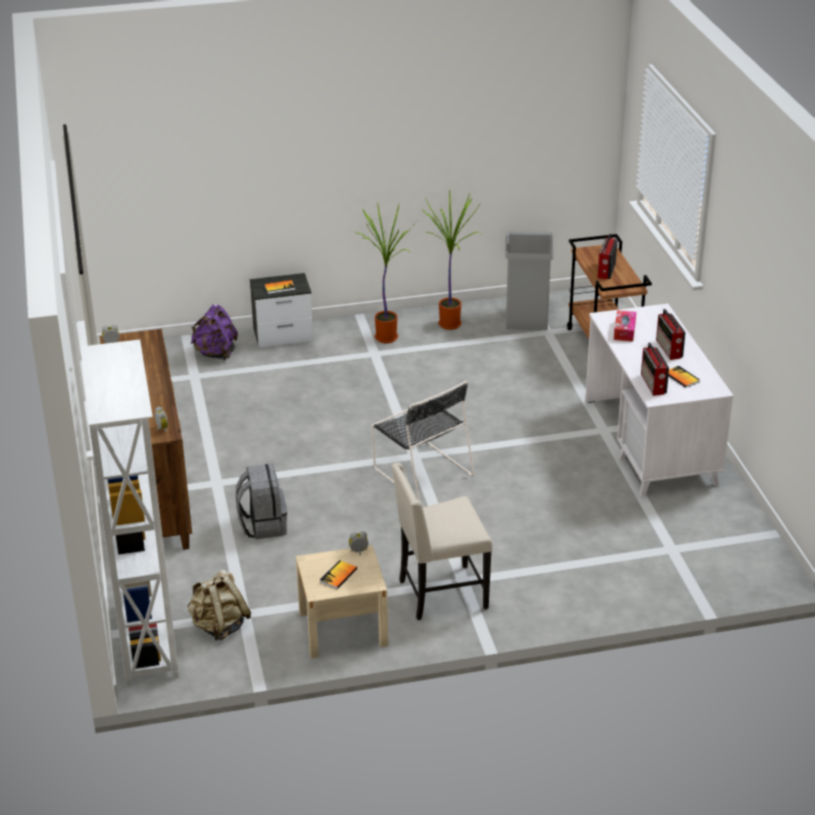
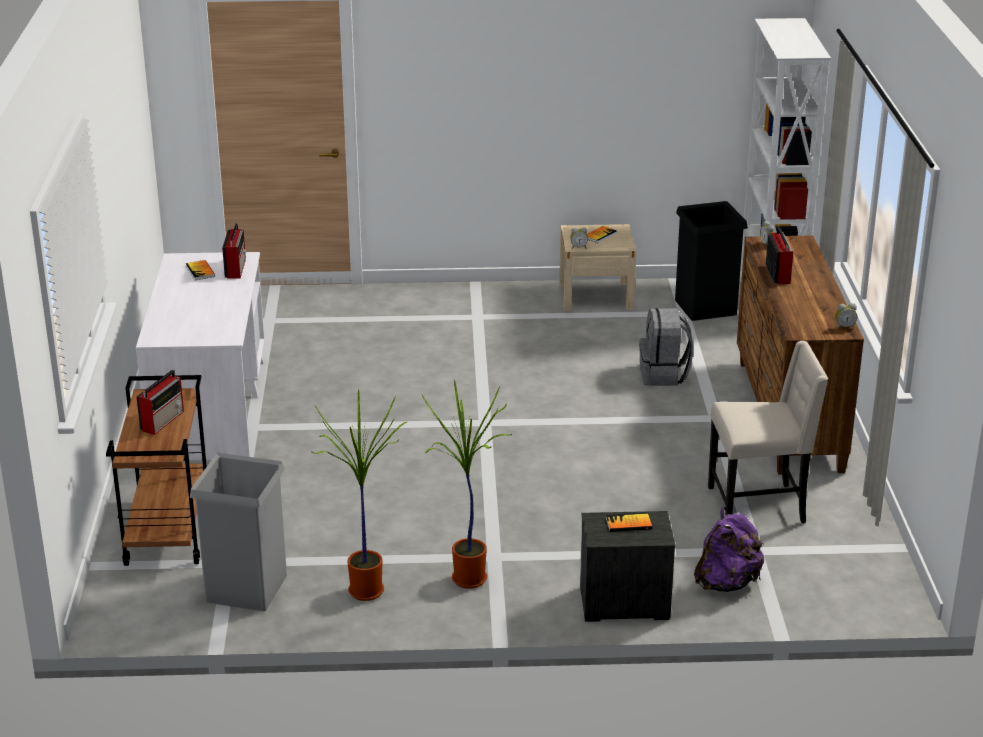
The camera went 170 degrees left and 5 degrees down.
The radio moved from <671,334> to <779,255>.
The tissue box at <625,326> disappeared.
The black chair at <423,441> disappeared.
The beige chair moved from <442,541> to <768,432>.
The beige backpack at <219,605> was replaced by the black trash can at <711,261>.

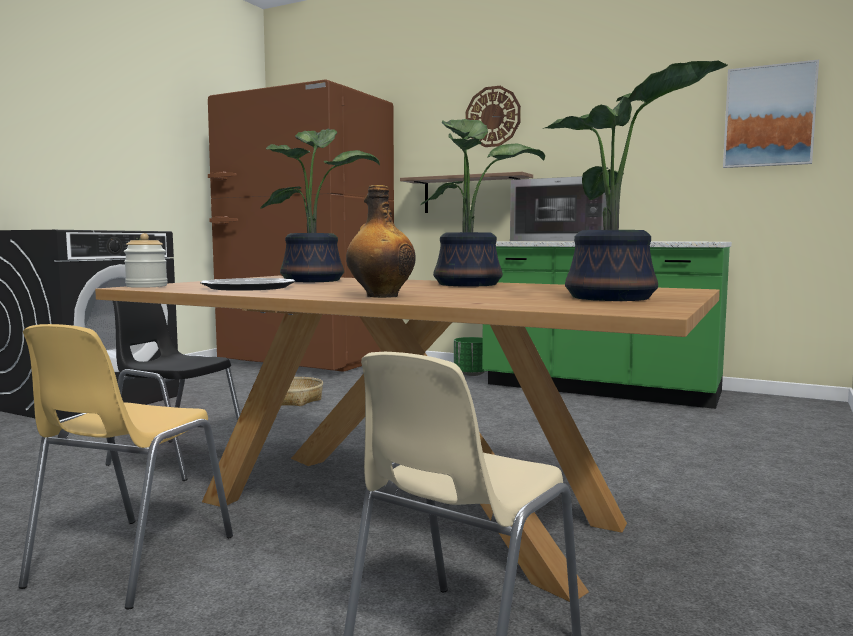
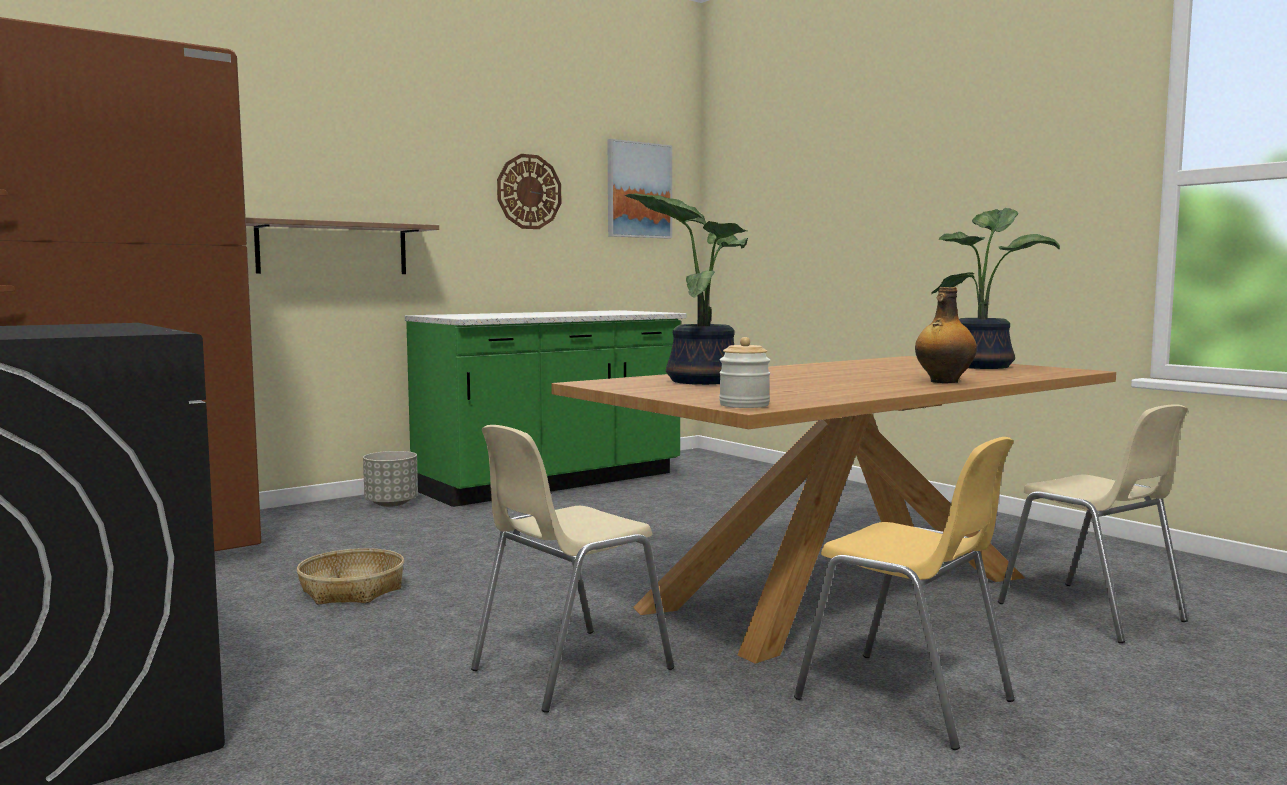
The camera went 65 degrees left and 0 degrees up.
The wall clock moved from <493,116> to <529,191>.
The potted plant at <482,203> disappeared.
The microwave at <558,208> disappeared.
The plate at <248,284> disappeared.
The black chair at <173,391> became the beige chair at <572,569>.
The green planter at <470,356> became the grey planter at <390,479>.

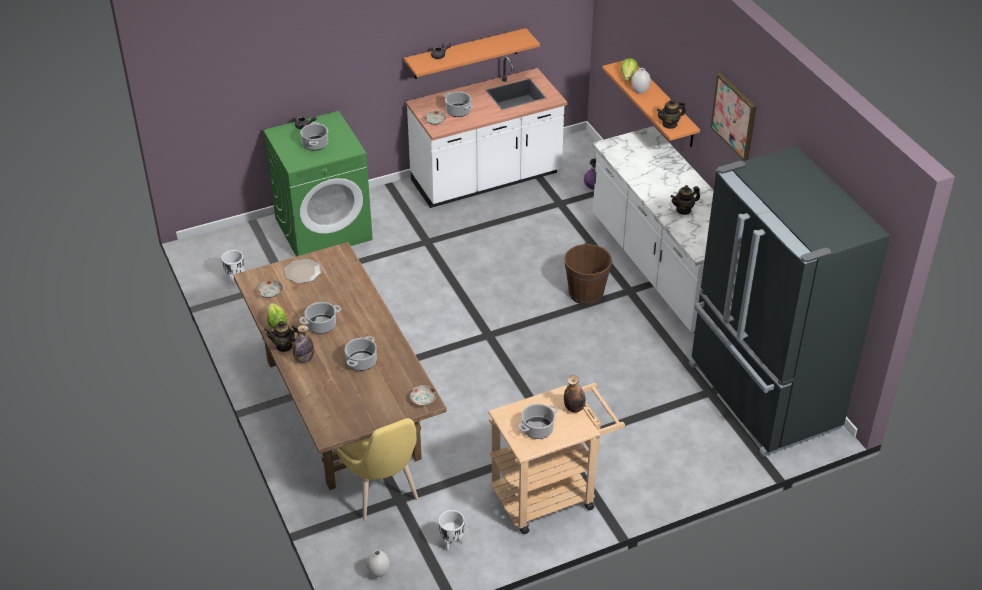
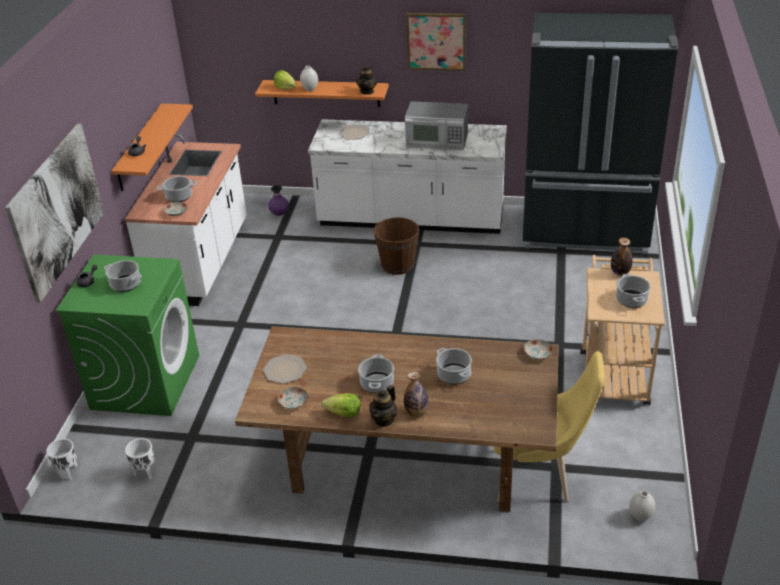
The camera went 55 degrees left and 5 degrees down.
The teapot at <685,200> was replaced by the microwave at <436,125>.
The white planter moved from <451,530> to <62,459>.
The picture at <54,213> appeared.
The plate at <354,131> appeared.

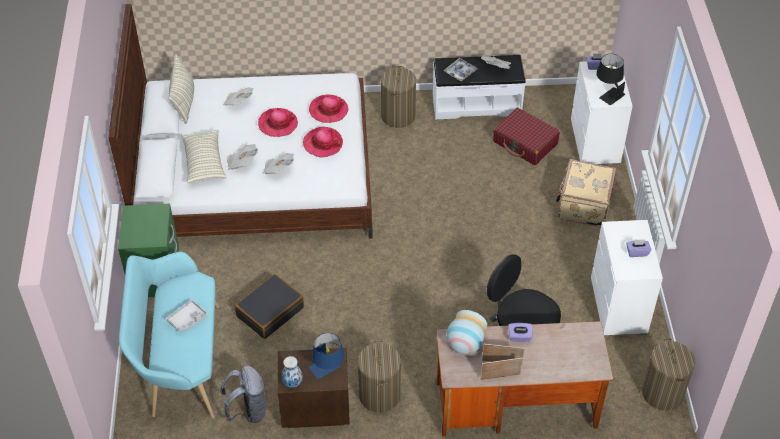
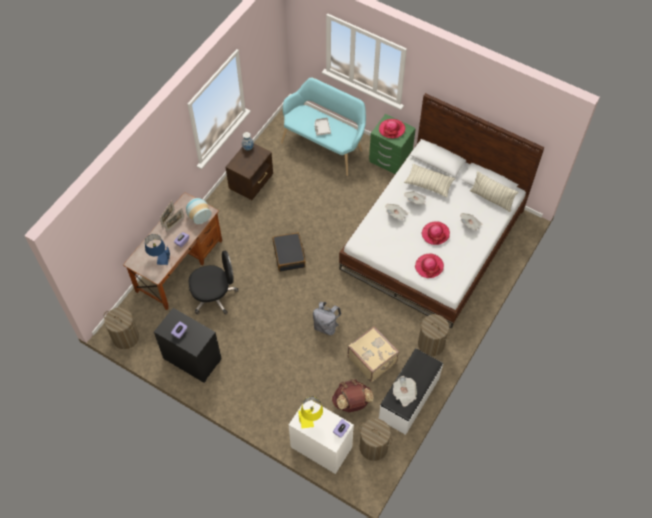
The camera went 125 degrees right and 10 degrees up.
The black table lamp at <610,79> became the yellow table lamp at <310,412>.
The tray at <461,70> disappeared.
The red suitcase at <526,136> was replaced by the brown backpack at <353,395>.
The hat moved from <323,142> to <392,128>.
The beige suitcase moved from <586,193> to <373,354>.
The white dresser at <627,278> became the black dresser at <188,345>.
The black suitcase moved from <269,306> to <289,252>.
The blue table lamp moved from <326,356> to <157,249>.
The laundry basket moved from <379,376> to <375,439>.
The grey backpack moved from <244,394> to <327,318>.

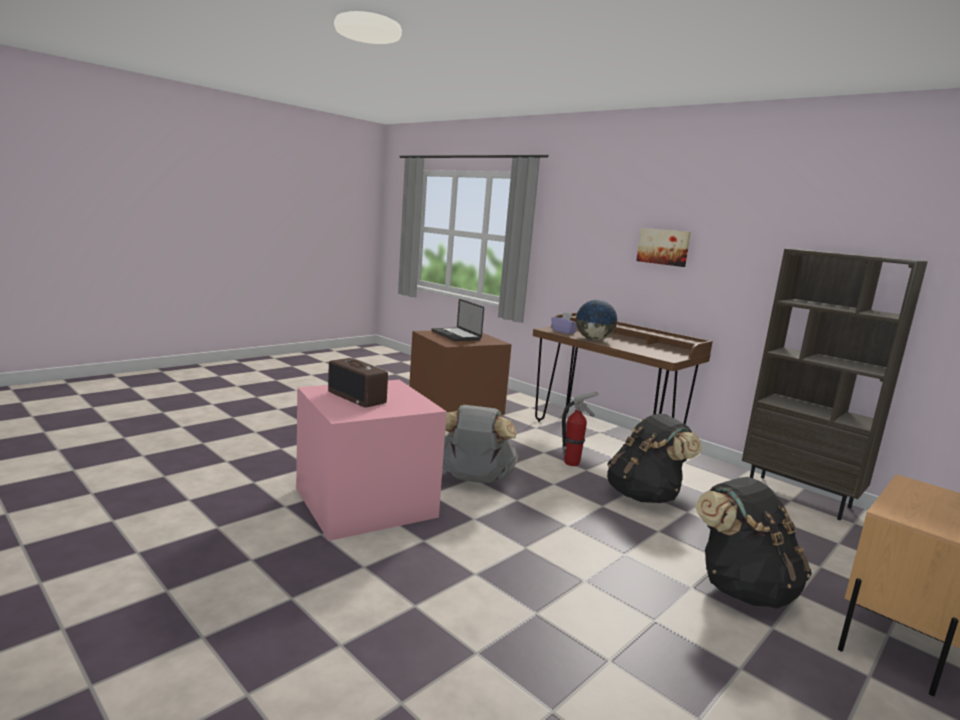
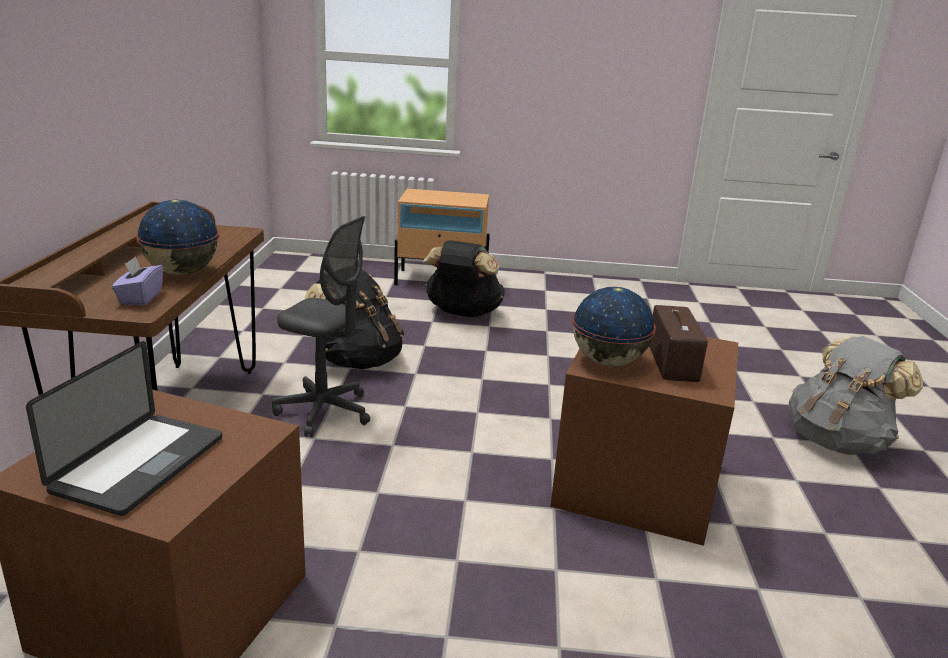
The camera went 130 degrees left and 10 degrees up.
The picture at <663,247> disappeared.
The brown bookcase at <835,384> disappeared.
The pink storage box at <371,460> became the brown storage box at <644,441>.
The fire extinguisher at <580,429> was replaced by the grey office chair at <321,326>.
The grey backpack moved from <481,444> to <856,395>.
The globe at <614,326> appeared.

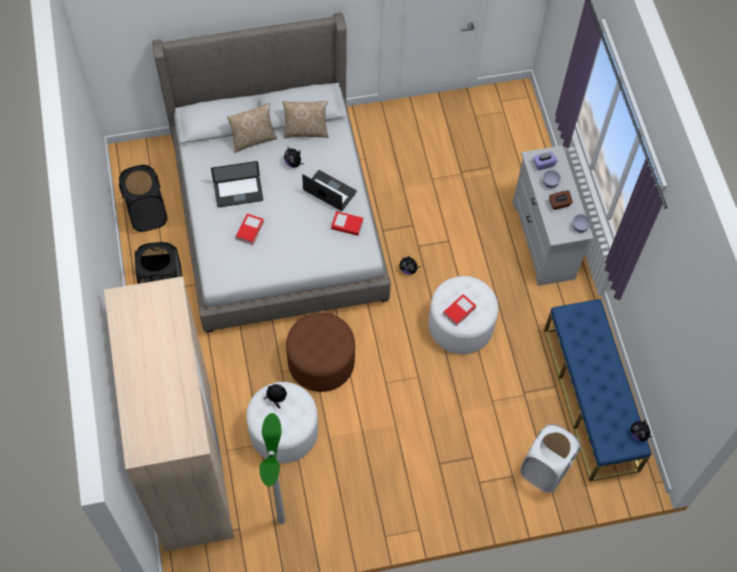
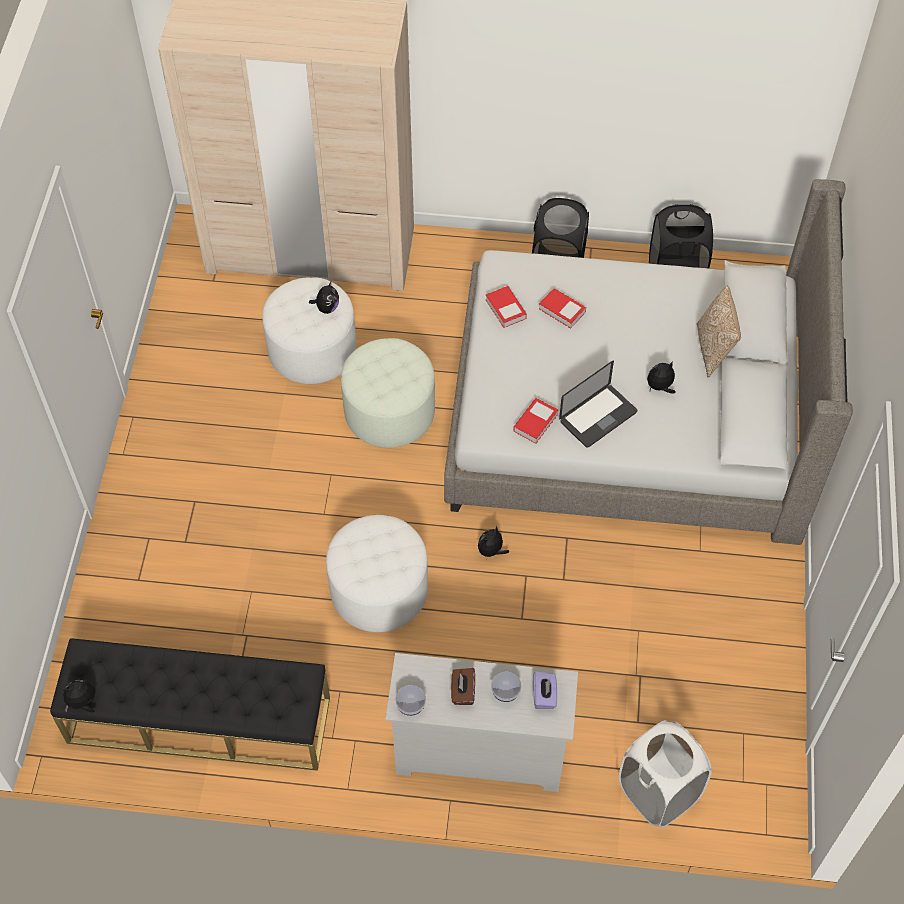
The camera went 110 degrees right and 5 degrees down.
The pillow at <306,119> disappeared.
The laptop at <237,184> disappeared.
The book moved from <459,310> to <506,307>.
The blue bench at <598,390> became the black bench at <190,704>.
The brown ottoman at <320,352> became the white ottoman at <388,393>.
The floor lamp at <272,468> disappeared.
The white laundry basket moved from <550,458> to <665,774>.

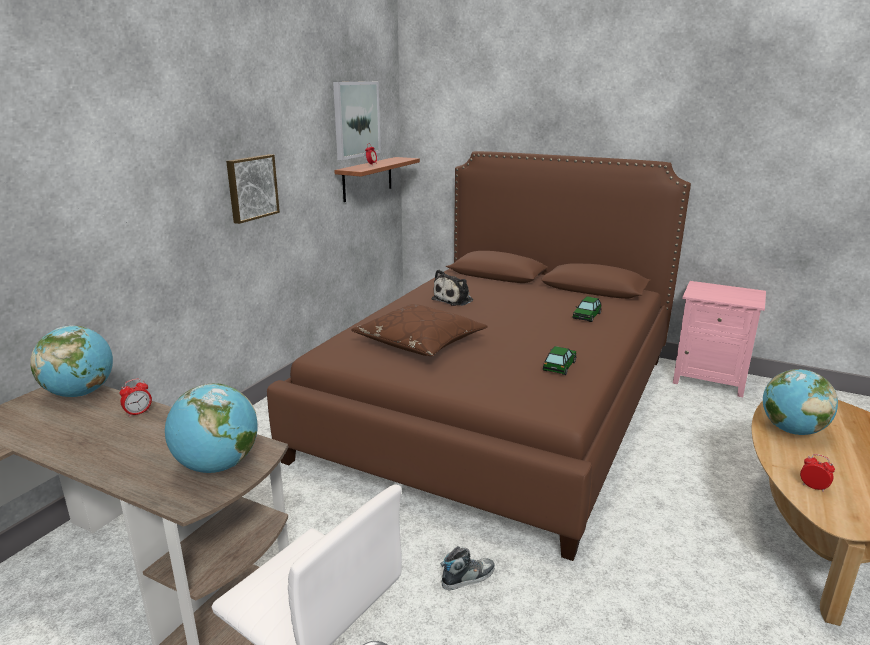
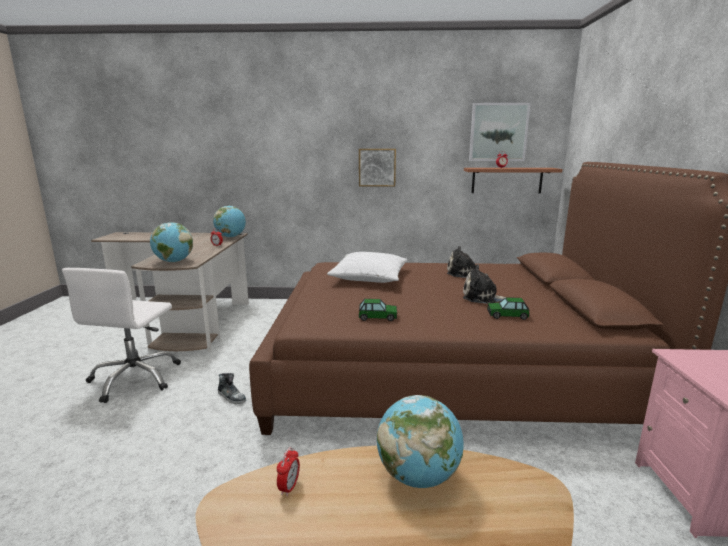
The camera went 65 degrees right and 5 degrees down.
The brown pillow at <419,330> became the white pillow at <367,267>.
The plush toy at <484,284> appeared.

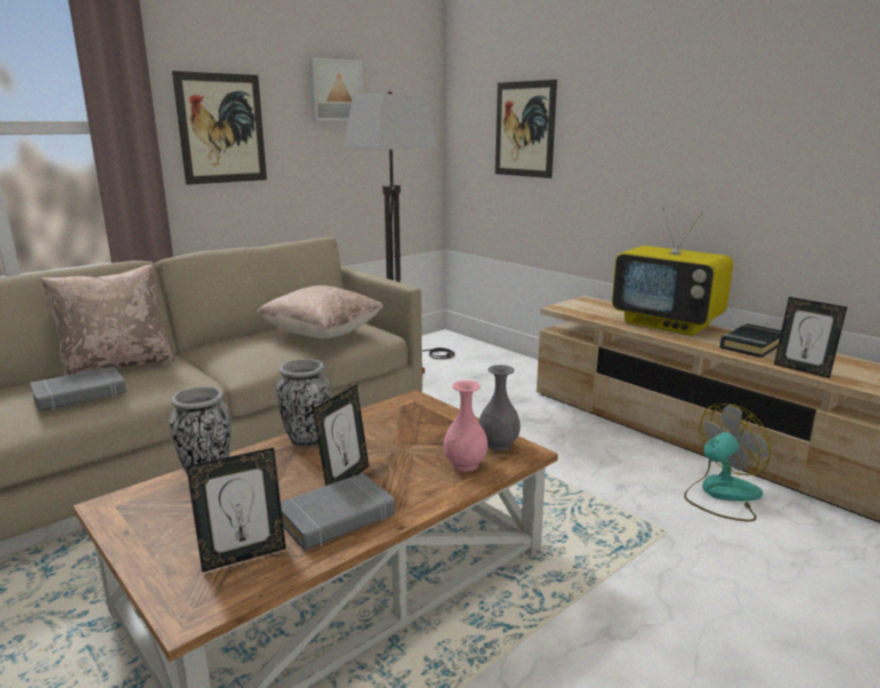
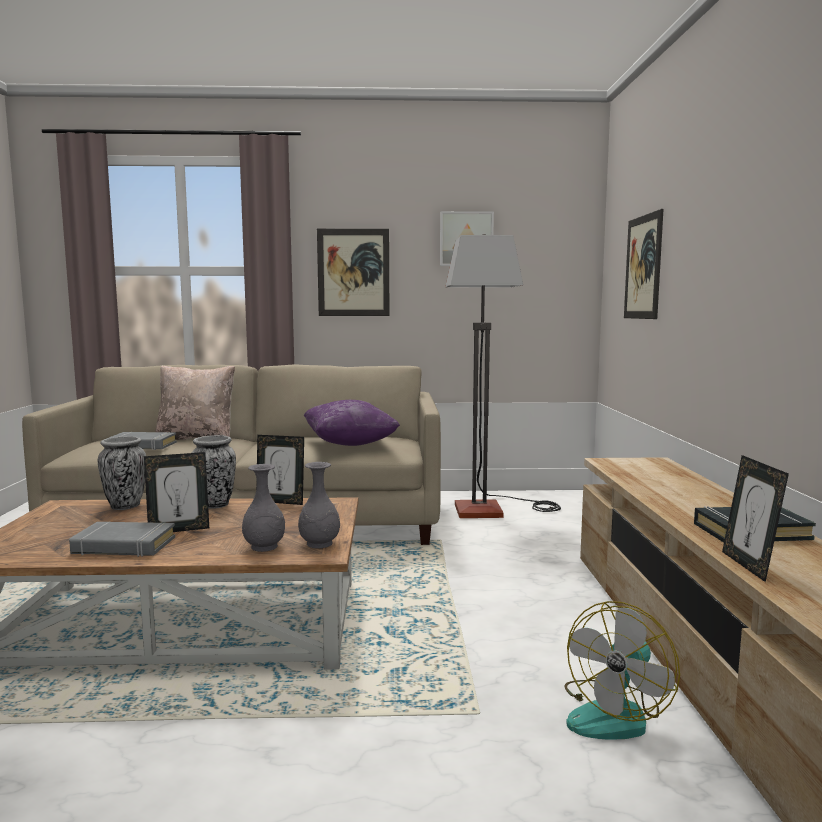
The camera went 40 degrees right and 10 degrees down.
The television at <672,271> disappeared.
The beige pillow at <320,311> became the purple pillow at <352,423>.
The pink vase at <465,425> became the grey vase at <263,508>.
The fan at <727,462> turned 120 degrees clockwise.
The picture frame moved from <236,509> to <280,470>.

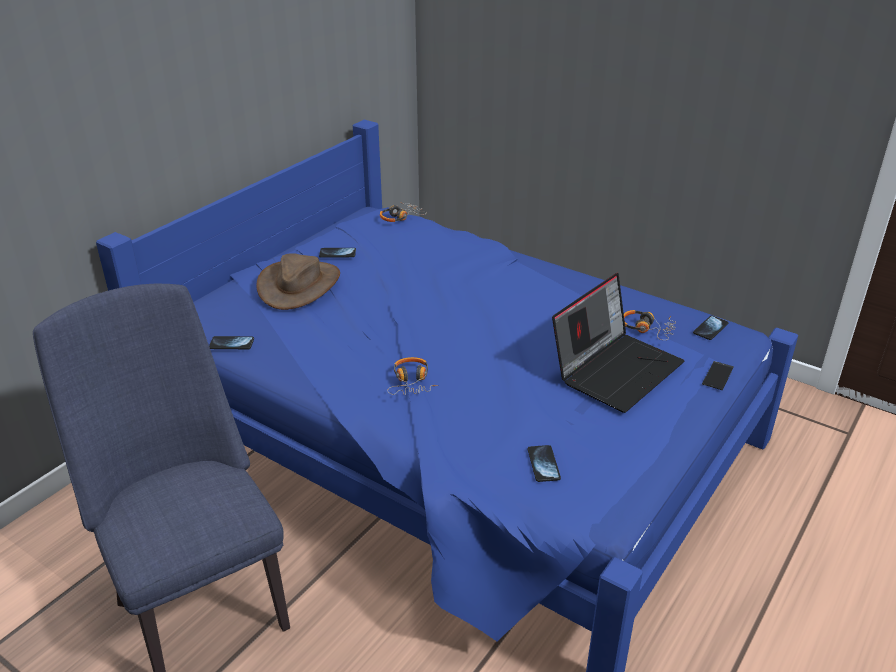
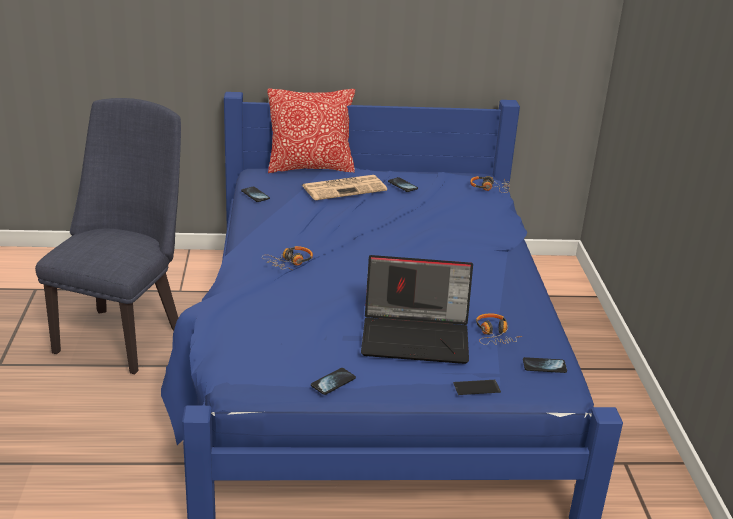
The camera went 50 degrees right and 5 degrees down.
The brown hat at <298,281> was replaced by the newspaper at <344,187>.
The phone moved from <544,463> to <333,381>.
The pillow at <311,130> appeared.

